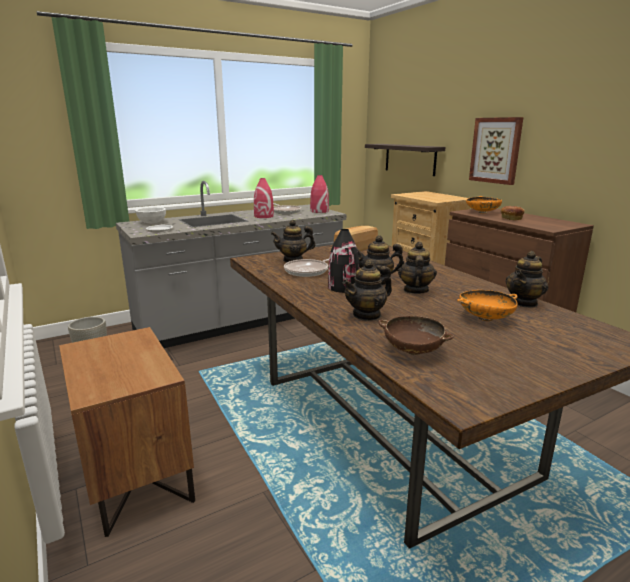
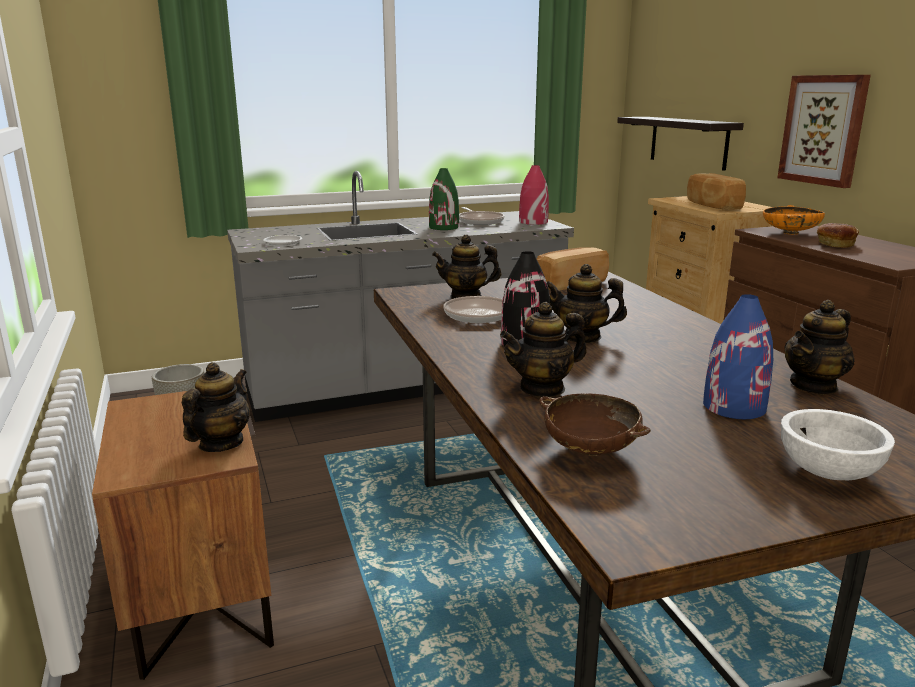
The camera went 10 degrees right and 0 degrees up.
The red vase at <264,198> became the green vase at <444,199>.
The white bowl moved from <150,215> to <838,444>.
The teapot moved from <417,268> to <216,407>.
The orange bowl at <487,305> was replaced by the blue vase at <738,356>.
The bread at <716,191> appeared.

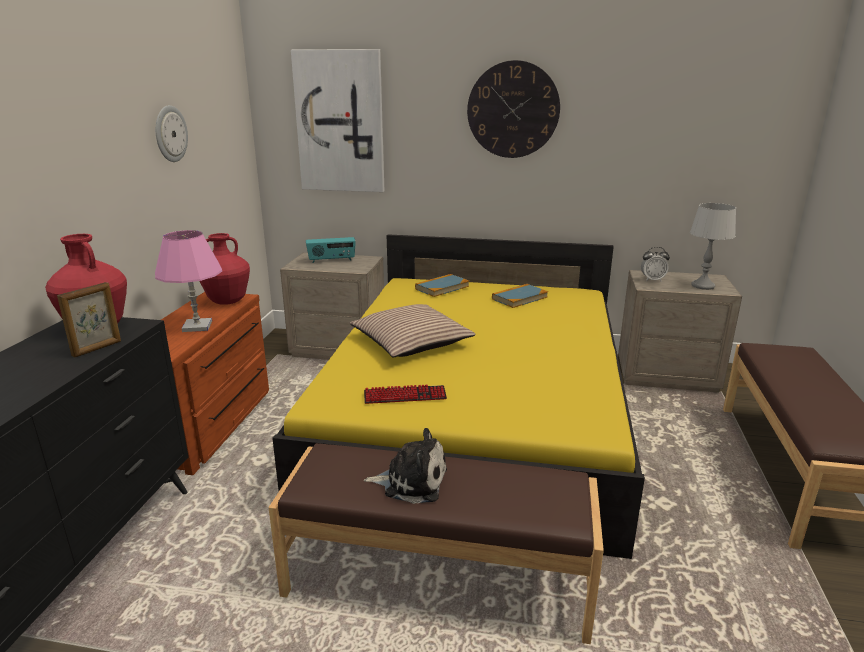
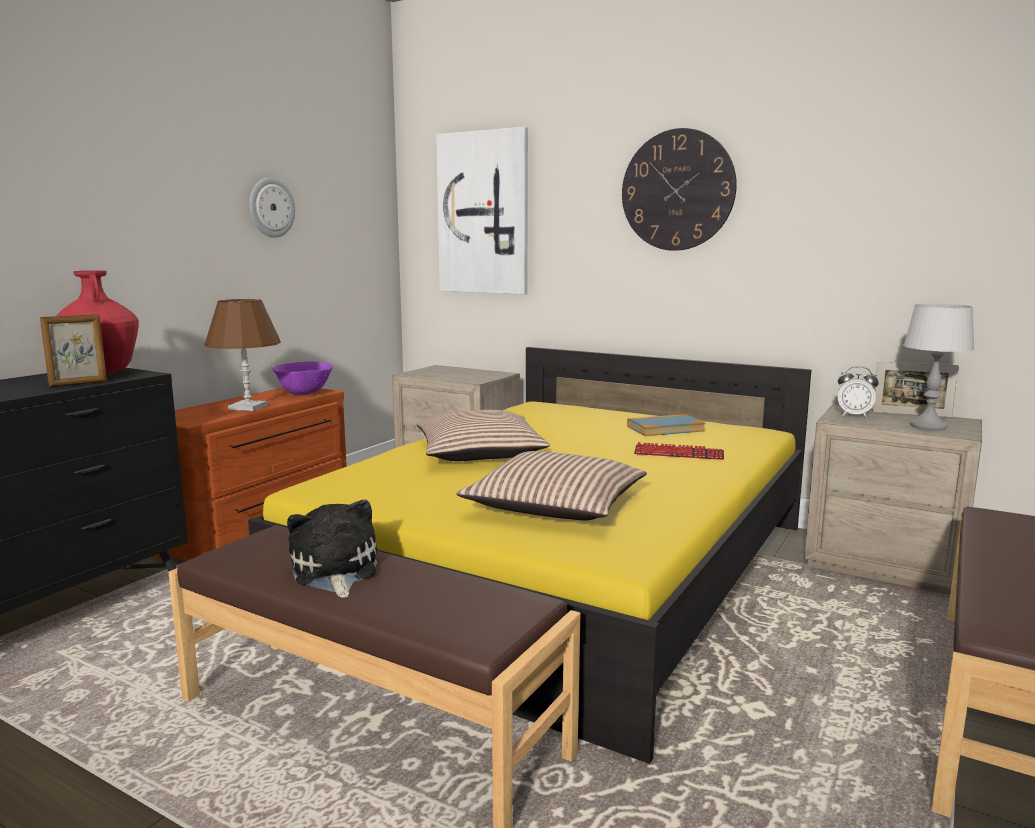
The camera went 20 degrees right and 10 degrees down.
The pink table lamp at <188,281> became the brown table lamp at <243,355>.
The red vase at <224,269> was replaced by the purple bowl at <302,378>.
The radio at <331,250> disappeared.
The book at <442,285> disappeared.
The keyboard moved from <405,394> to <679,451>.
The plush toy at <405,466> turned 135 degrees counterclockwise.
The picture frame at <915,389> appeared.
The pillow at <551,485> appeared.

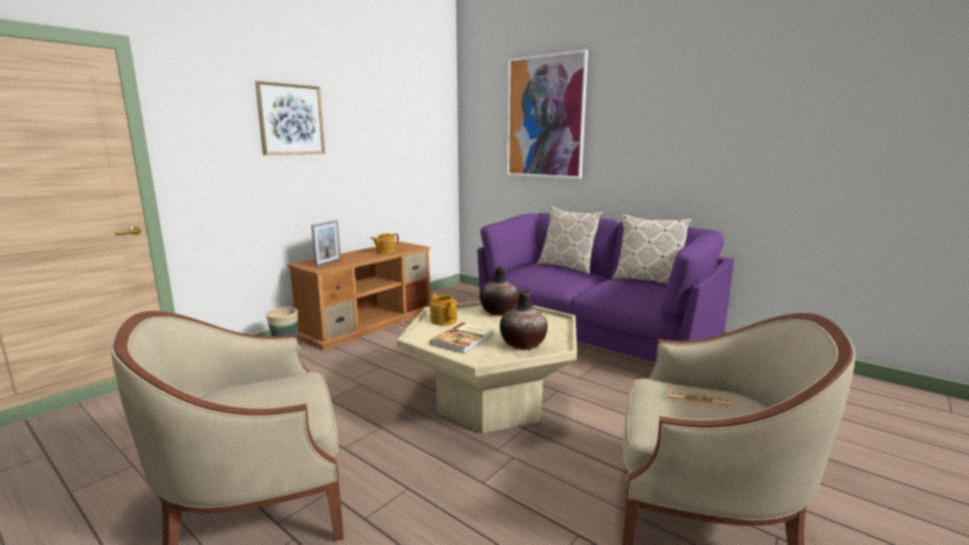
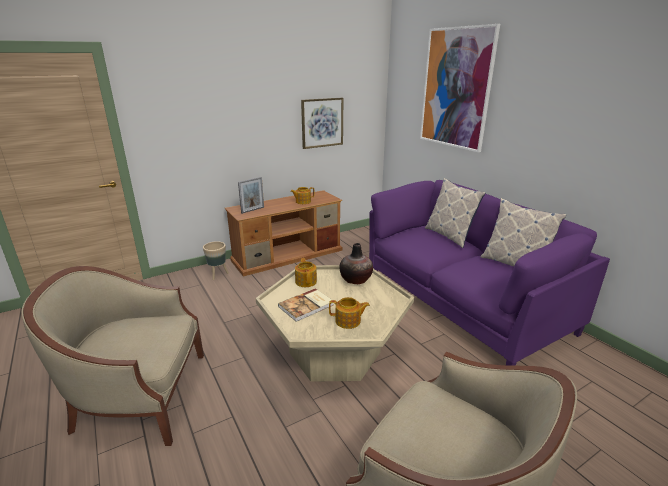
The camera went 20 degrees right and 10 degrees up.
The picture moved from <290,118> to <322,123>.
The vase at <524,320> was replaced by the teapot at <349,313>.
The newspaper at <699,399> disappeared.

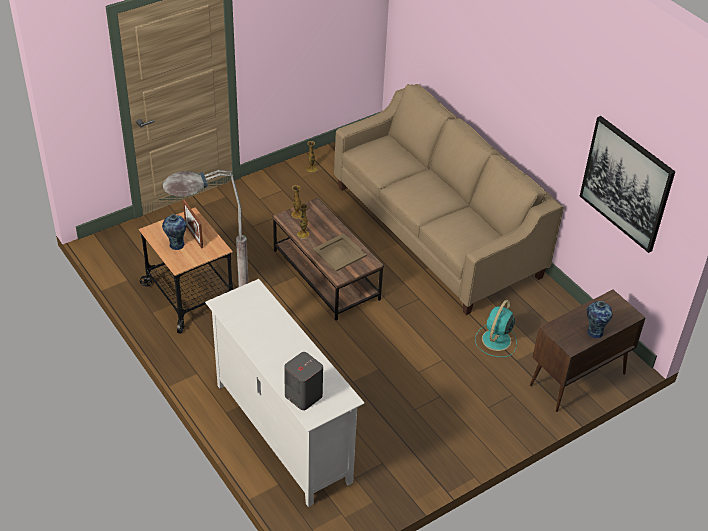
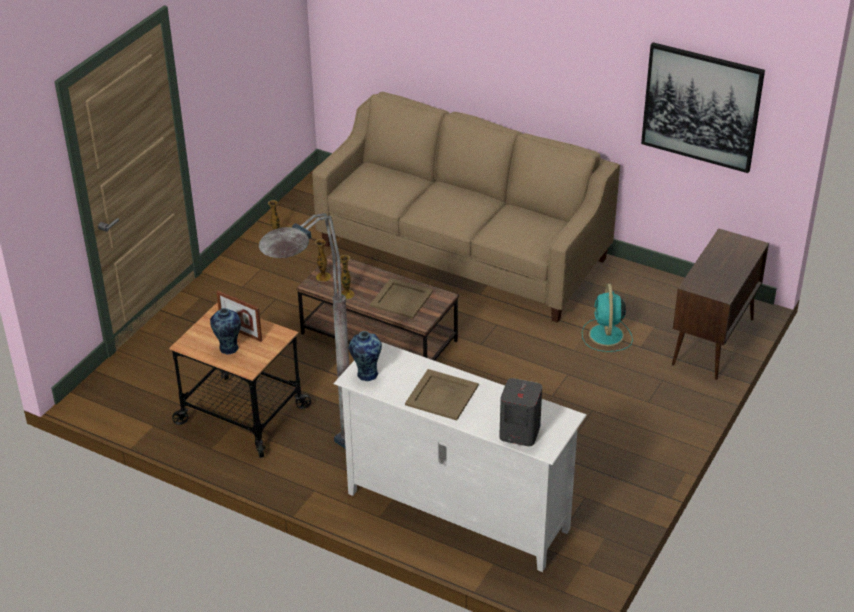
The camera went 25 degrees left and 5 degrees down.
The vase moved from <599,319> to <365,356>.
The beige tray at <442,394> appeared.

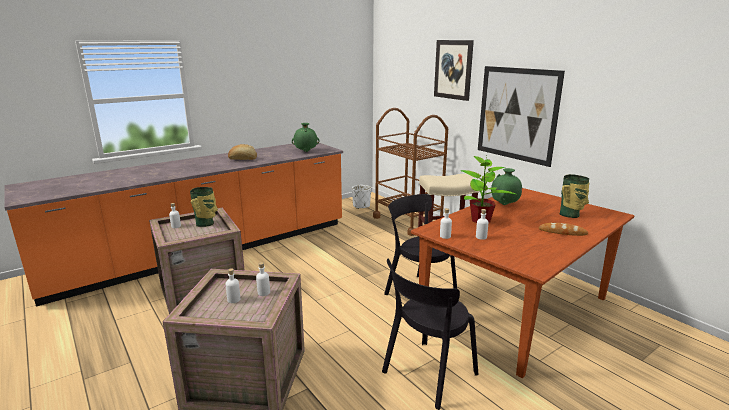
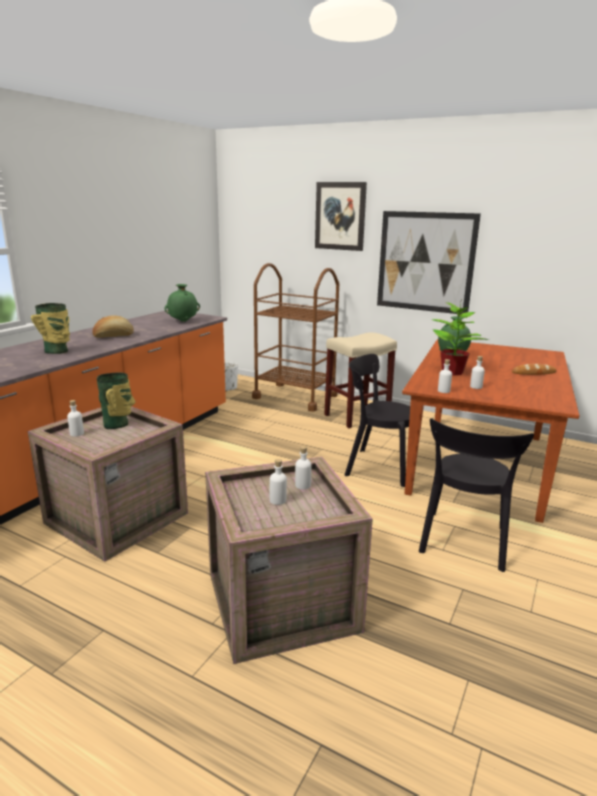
The camera went 25 degrees left and 0 degrees up.
The vase moved from <574,196> to <50,328>.

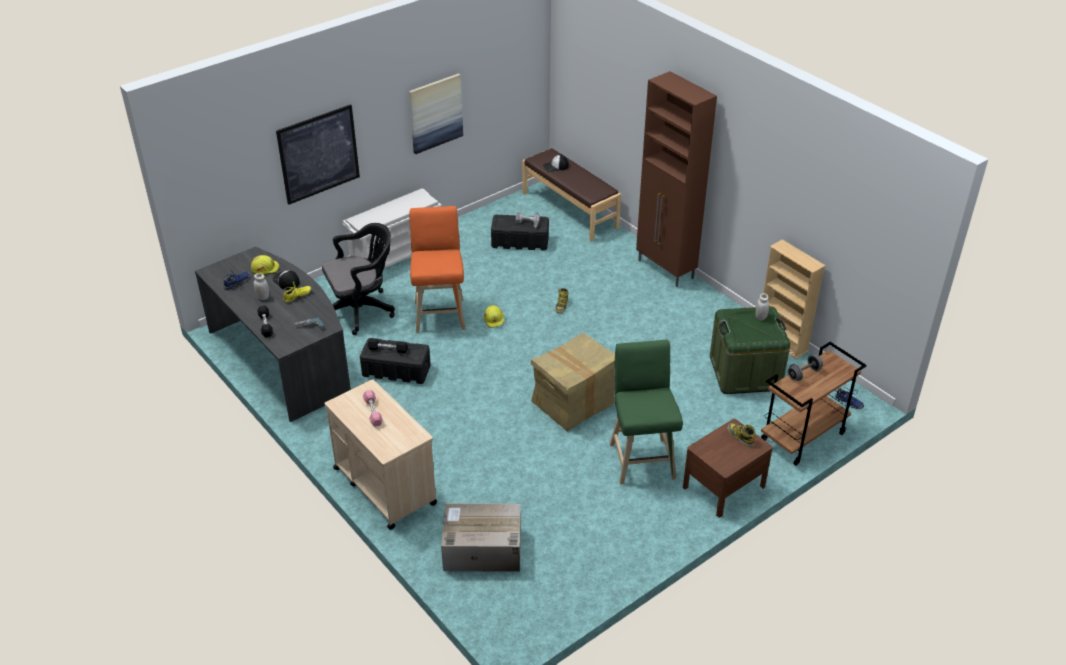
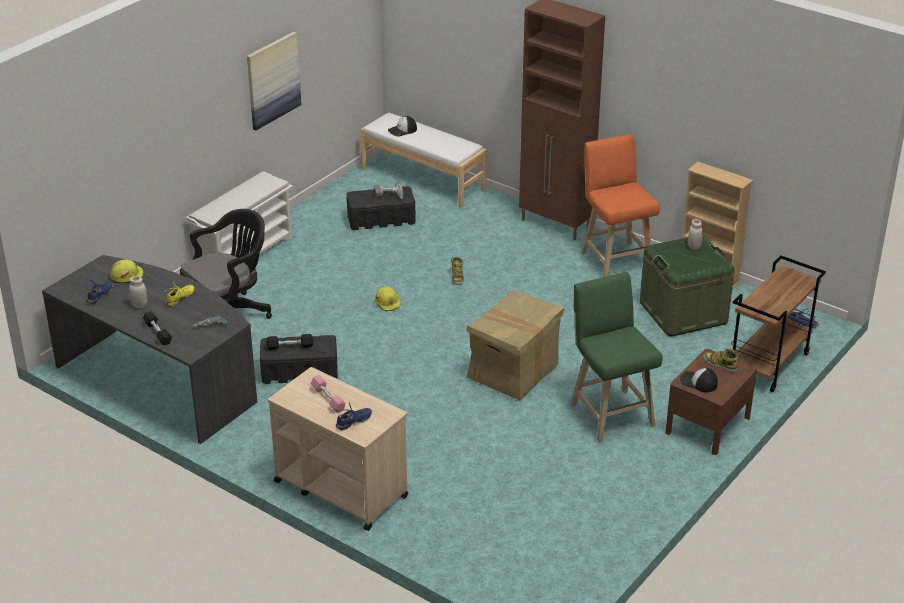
The camera went 15 degrees left and 5 degrees down.
The picture at <318,154> disappeared.
The brown bench at <571,194> became the white bench at <423,160>.
The orange stool moved from <437,269> to <620,205>.
The cap moved from <286,280> to <699,380>.
The grey dumbbell at <805,368> disappeared.
The cardboard box at <481,537> disappeared.
The blue shoe at <354,416> appeared.

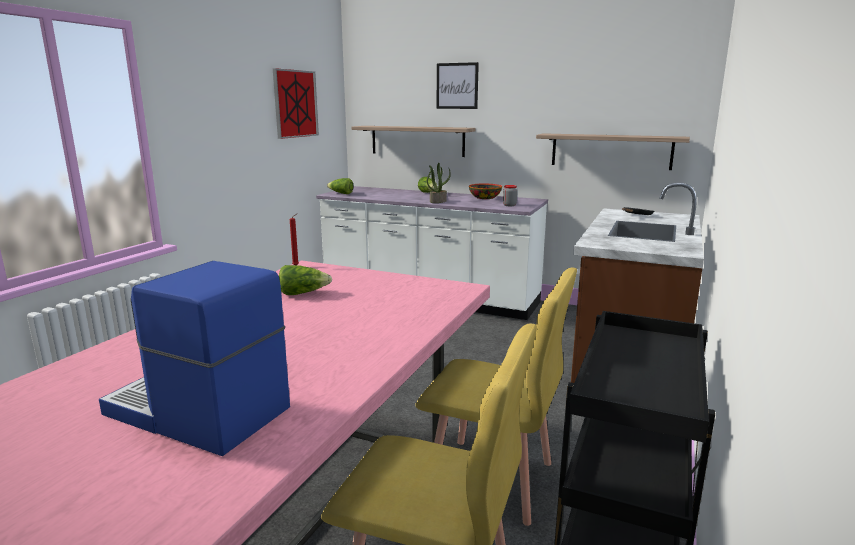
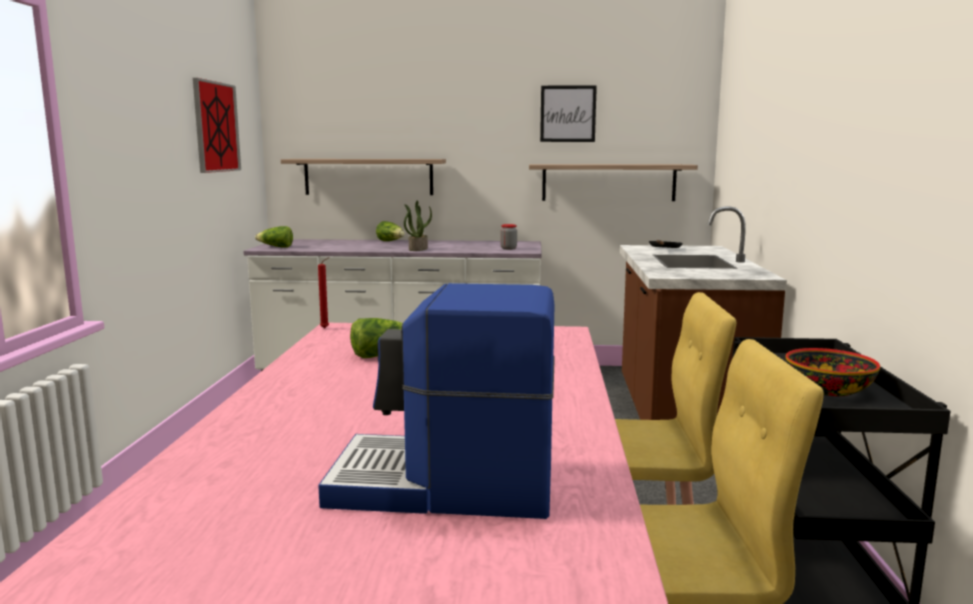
The camera went 20 degrees left and 5 degrees down.
The picture moved from <458,85> to <568,113>.
The bowl moved from <485,191> to <832,372>.

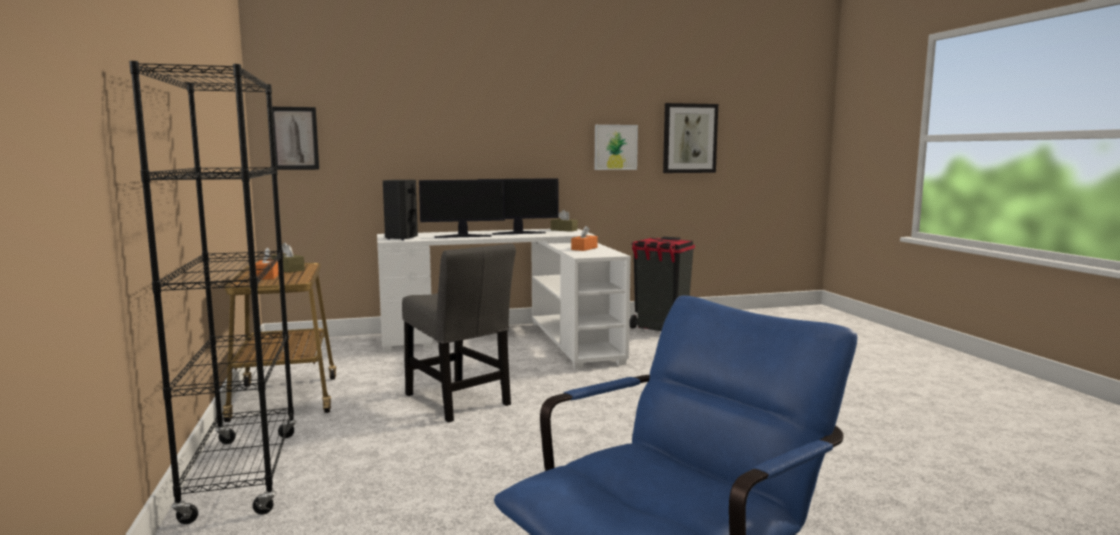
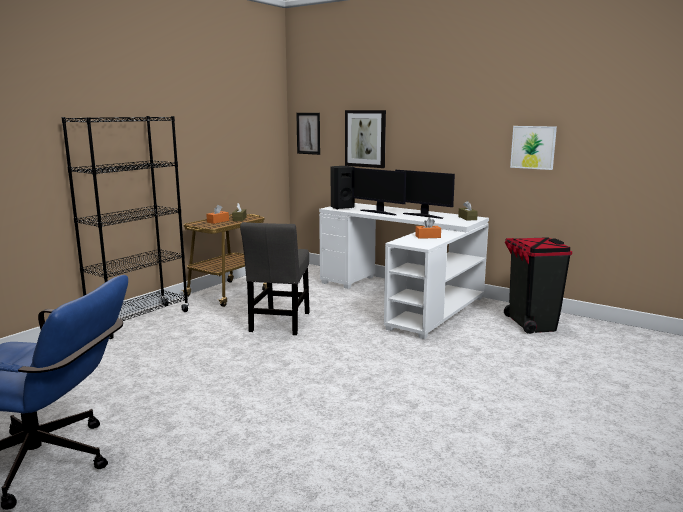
The camera went 50 degrees right and 5 degrees up.
The picture moved from <690,138> to <365,139>.

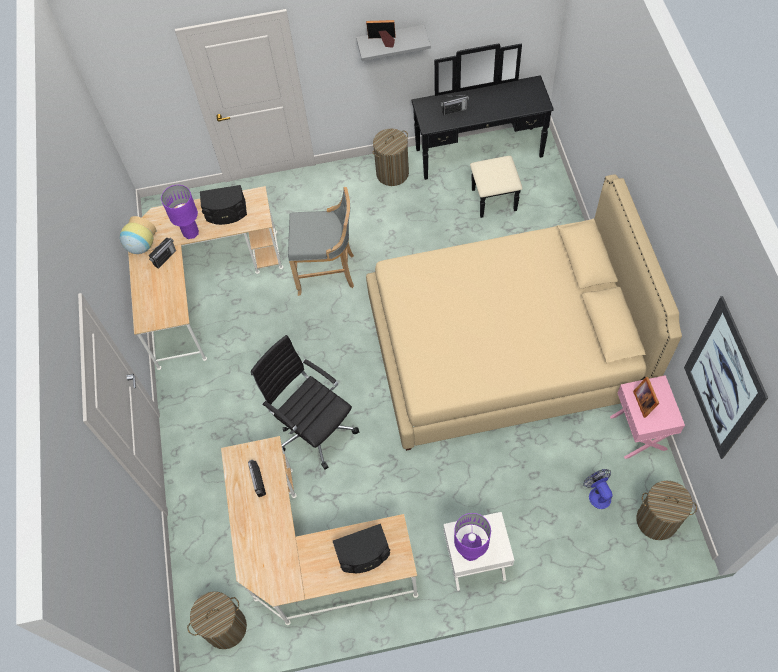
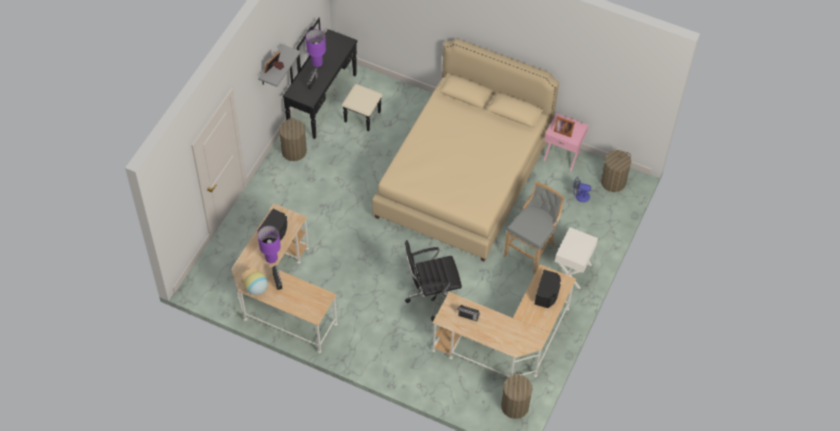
The camera went 60 degrees left and 5 degrees down.
The grey stool moved from <321,241> to <533,228>.
The picture at <726,377> disappeared.
The purple table lamp moved from <472,537> to <316,48>.

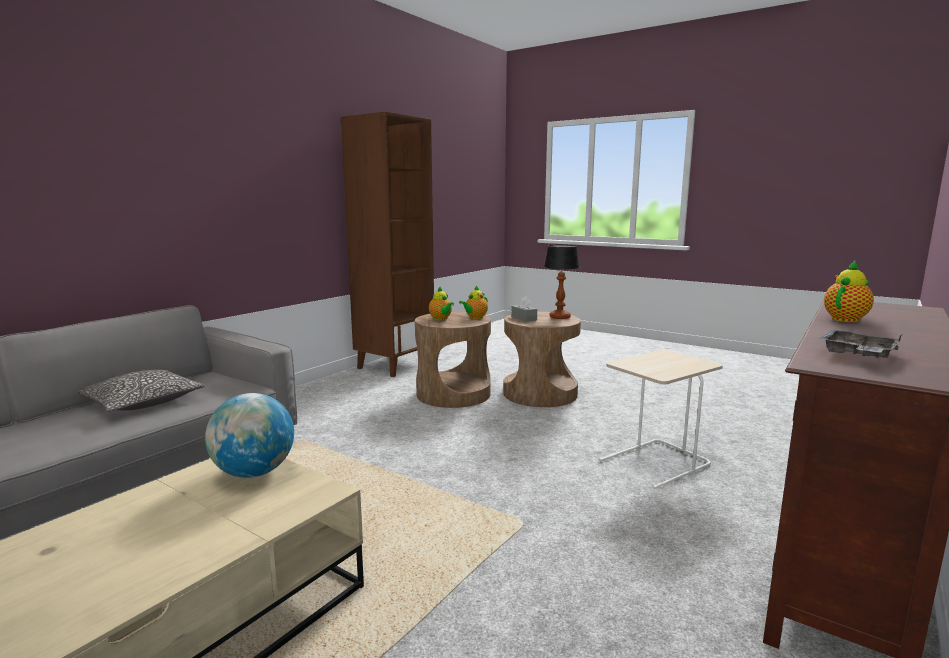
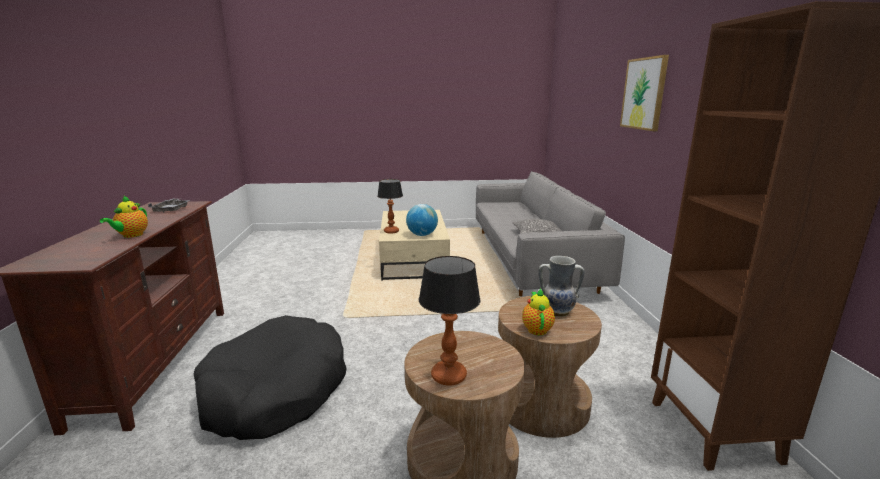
The camera went 140 degrees right and 5 degrees up.
The teapot at <441,303> was replaced by the vase at <562,286>.
The grey tissue box at <524,309> disappeared.
The beige side table at <661,419> was replaced by the black dog bed at <270,377>.
The picture at <644,93> appeared.
The table lamp at <390,206> appeared.

